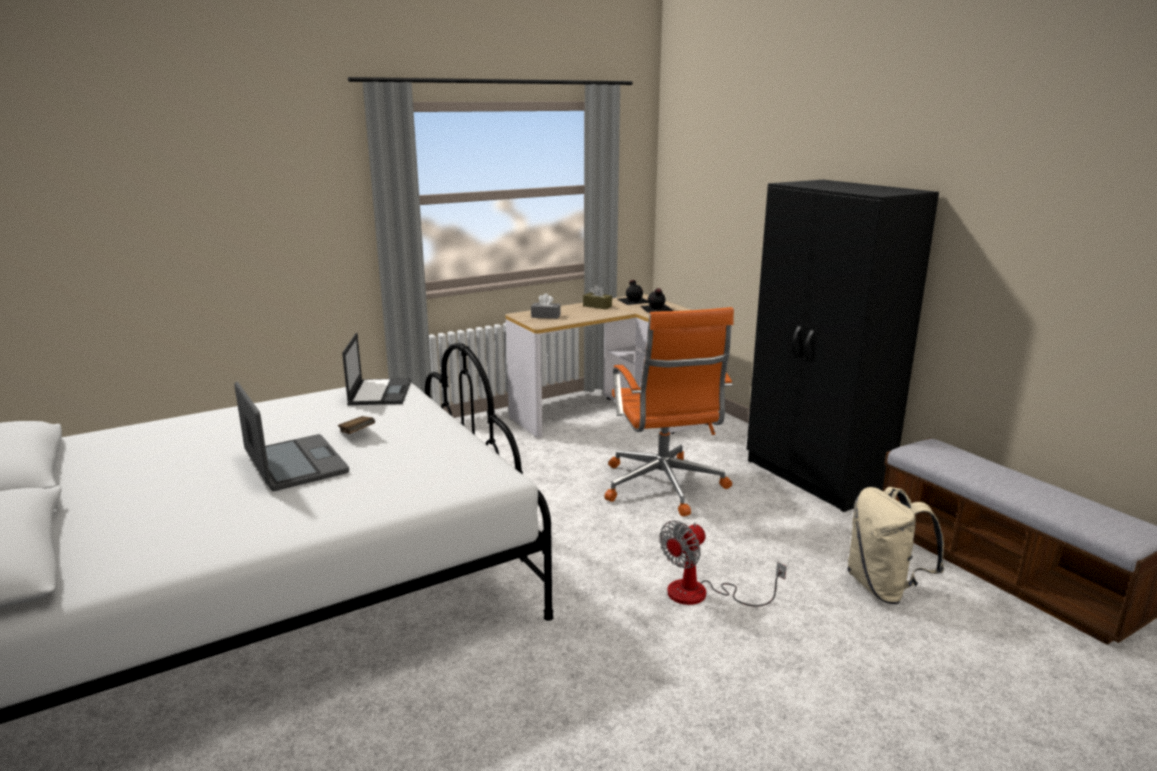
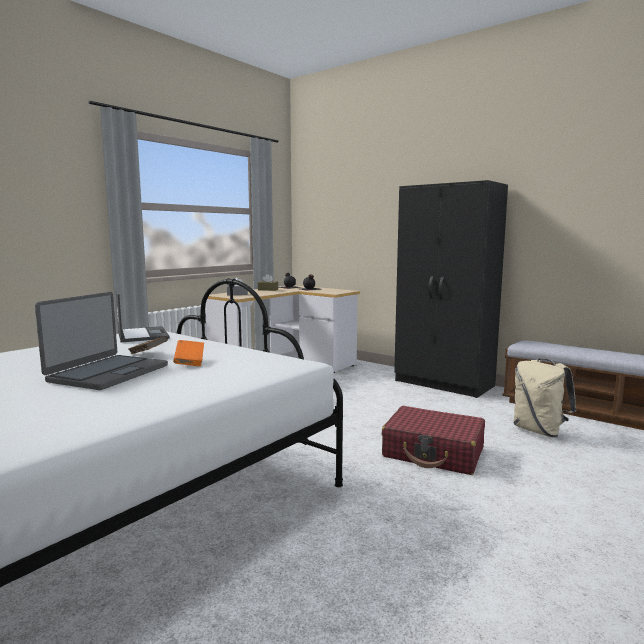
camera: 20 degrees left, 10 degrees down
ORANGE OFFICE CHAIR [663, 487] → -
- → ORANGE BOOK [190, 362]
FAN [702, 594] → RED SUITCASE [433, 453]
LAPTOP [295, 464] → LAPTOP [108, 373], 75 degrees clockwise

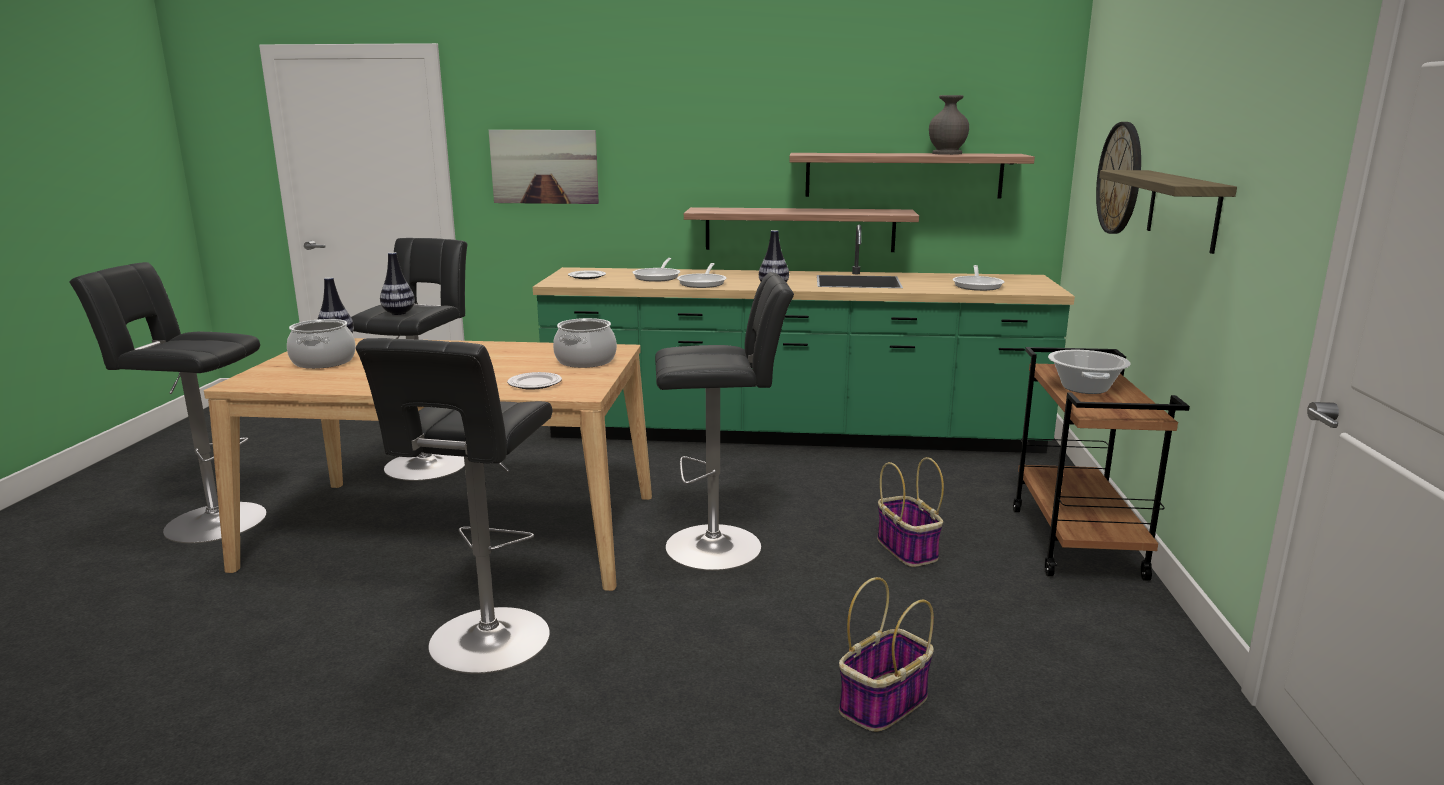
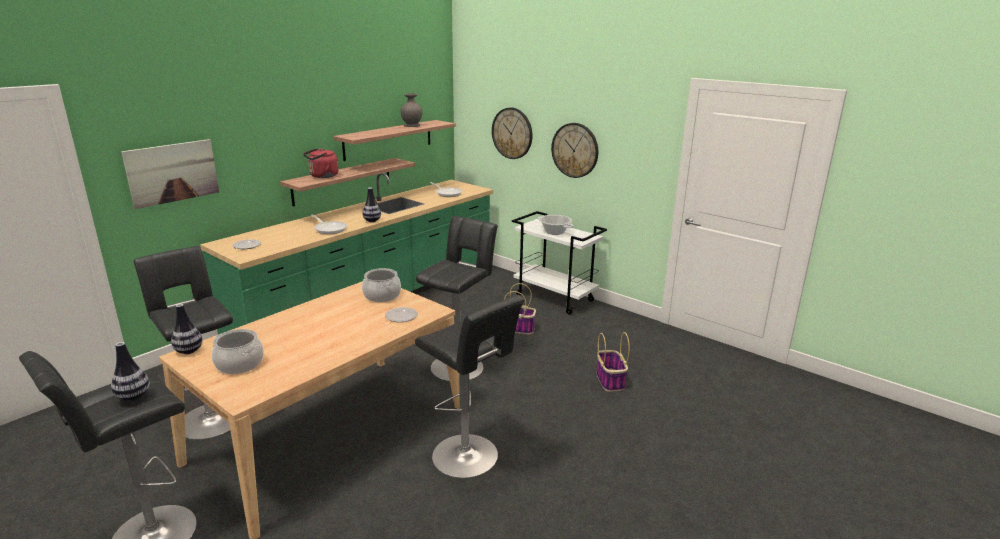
camera: 55 degrees left, 5 degrees up
FRYING PAN [658, 277] → -
- → RED KETTLE [322, 176]
VASE [398, 313] → VASE [133, 397], relocated
SHELF [1183, 209] → WALL CLOCK [575, 150]
BROWN CART [1077, 544] → WHITE CART [555, 298]

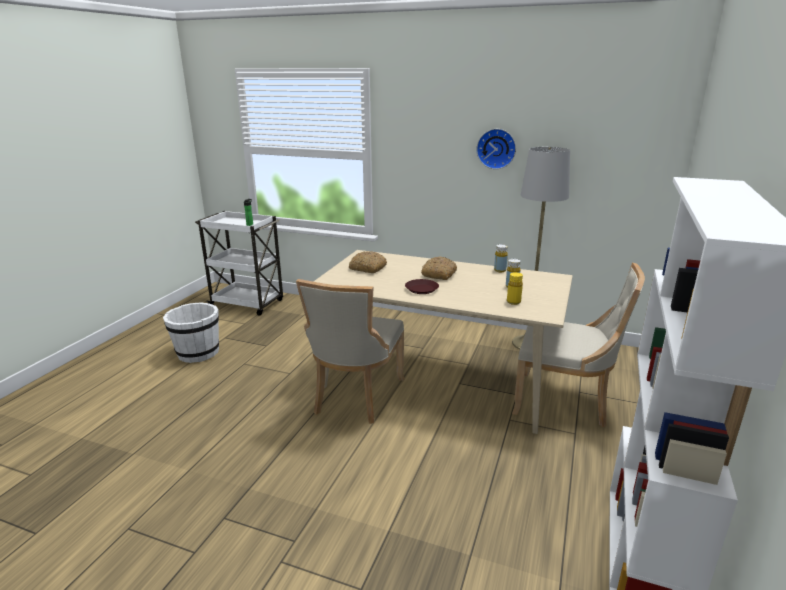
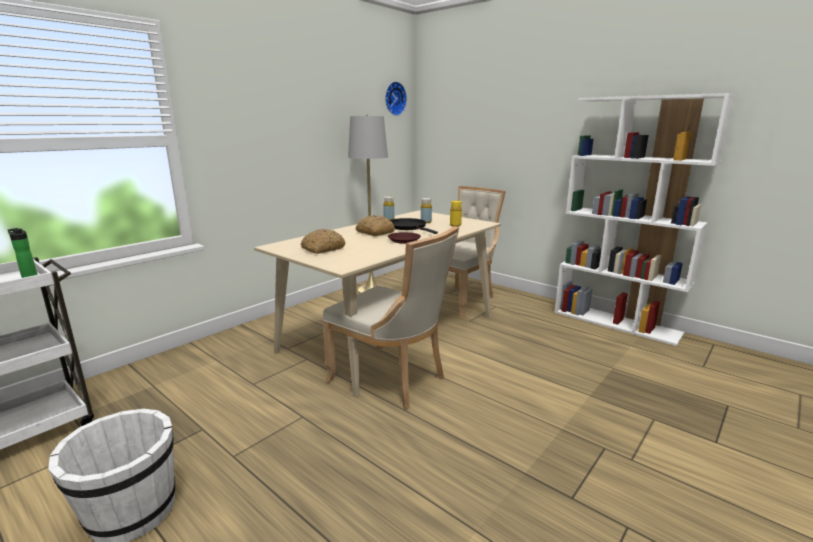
camera: 70 degrees left, 5 degrees down
- → BLACK FRYING PAN [408, 227]
WALL CLOCK [496, 148] → WALL CLOCK [394, 98], relocated

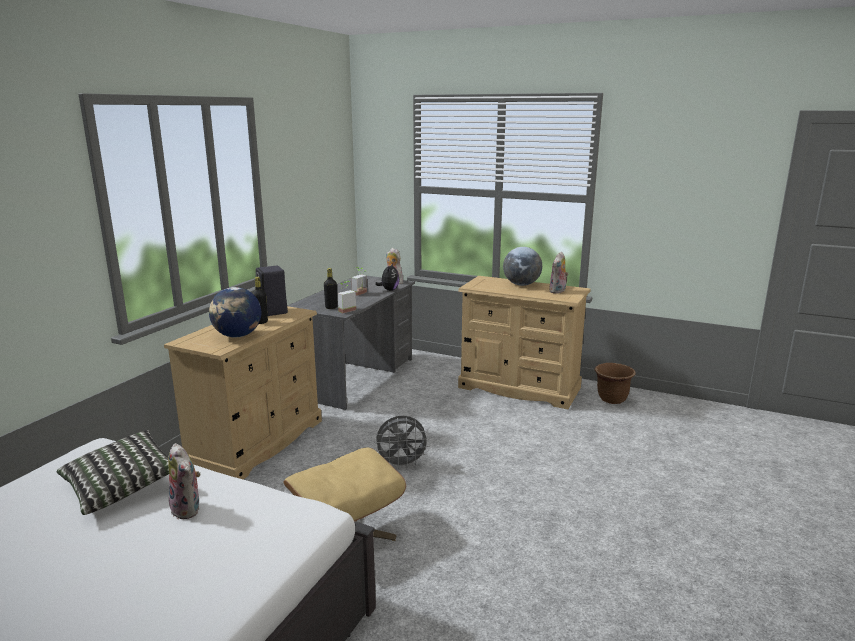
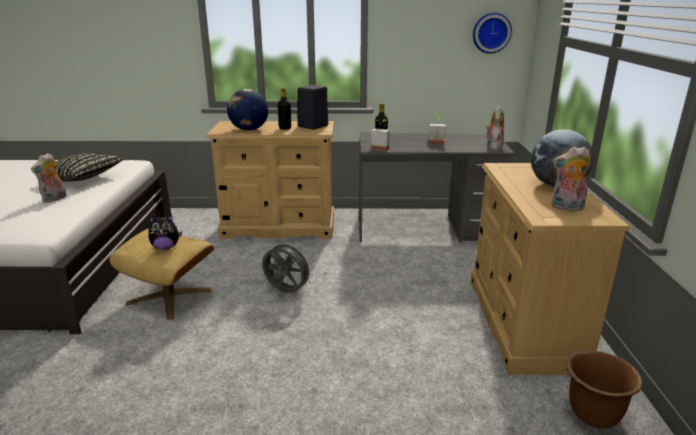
camera: 65 degrees right, 5 degrees up
- → WALL CLOCK [491, 33]
PLUSH TOY [389, 290] → PLUSH TOY [166, 247], relocated
GREY FAN [402, 464] → GREY FAN [286, 292], 150 degrees clockwise

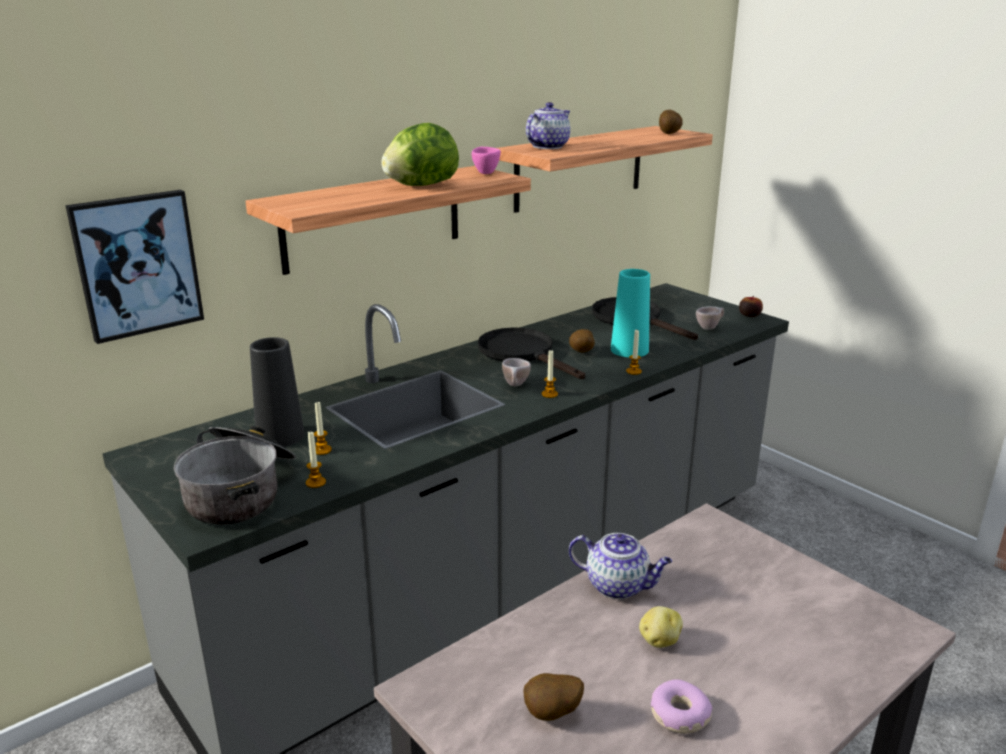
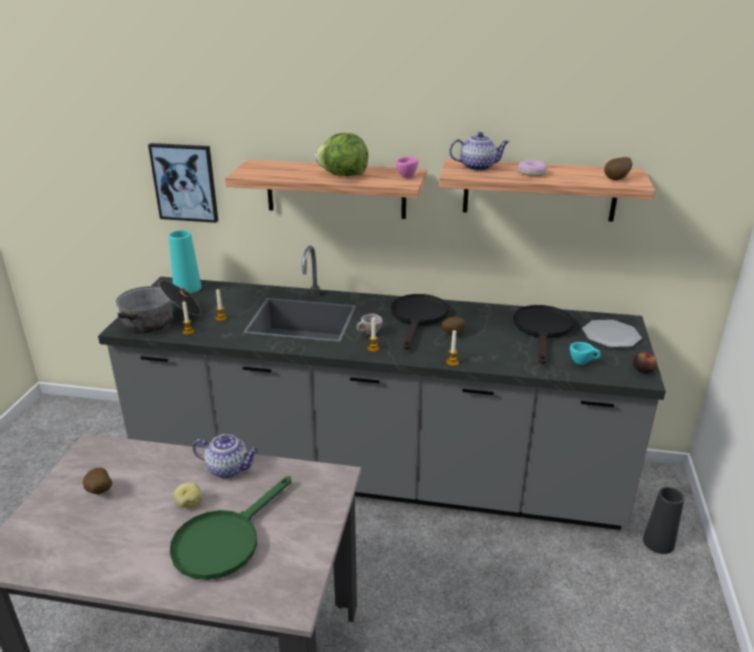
camera: 50 degrees right, 5 degrees up
- → GREEN FRYING PAN [224, 540]
- → PLATE [610, 335]
BLACK VASE [280, 436] → BLACK VASE [658, 542], relocated
TURQUOISE VASE [629, 350] → TURQUOISE VASE [187, 288], relocated
DONUT [679, 715] → DONUT [531, 173], relocated
BEIGE CUP [709, 327] → TURQUOISE CUP [583, 362]
TEAPOT [618, 586] → TEAPOT [229, 469], 60 degrees counterclockwise

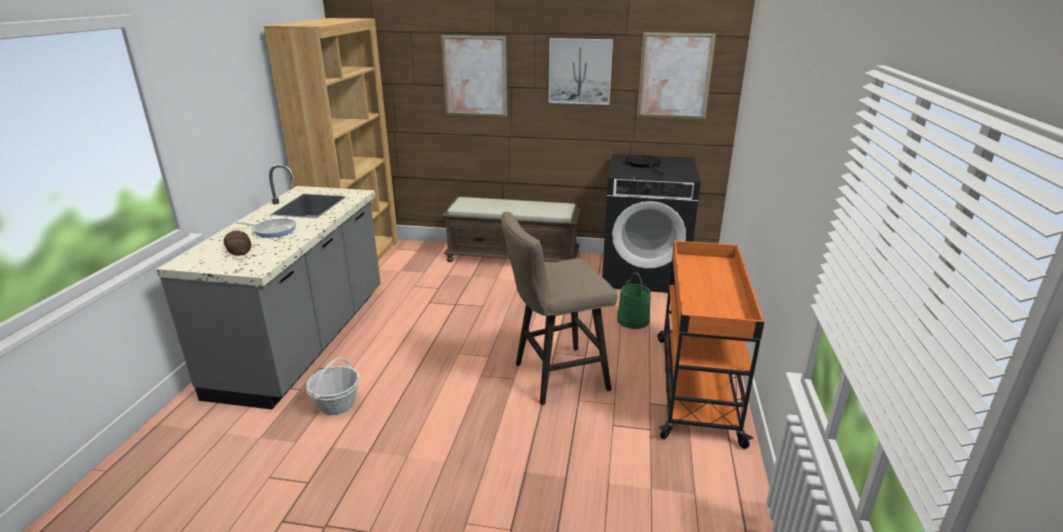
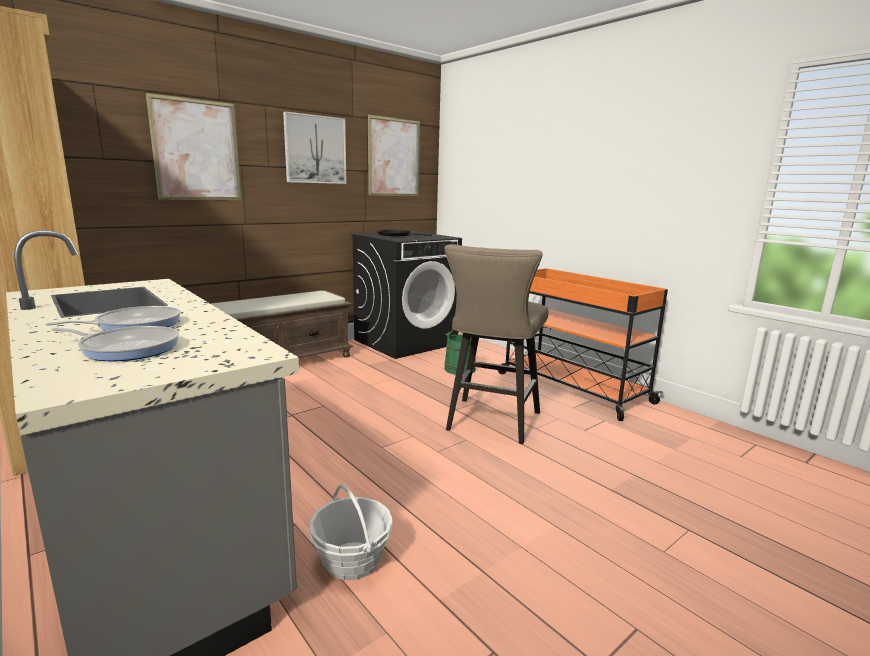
camera: 50 degrees left, 10 degrees down
BREAD [238, 246] → FRYING PAN [127, 348]

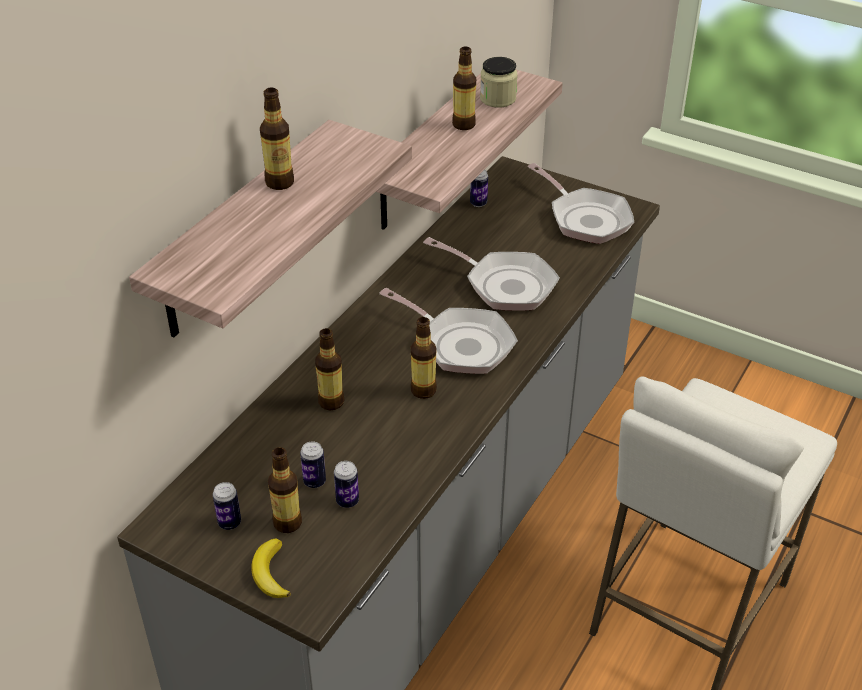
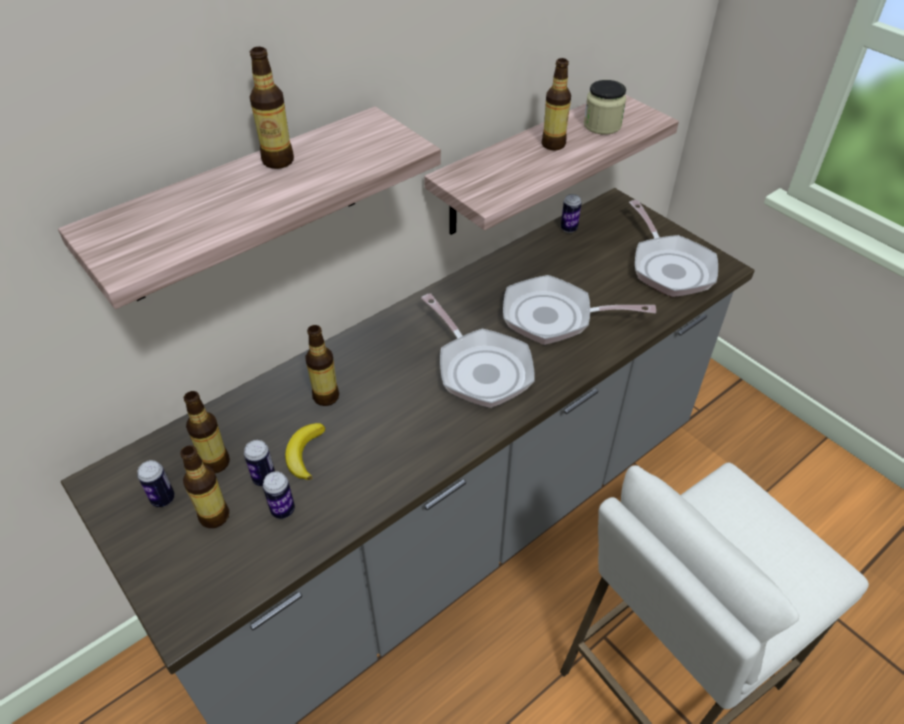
camera: 20 degrees right, 5 degrees up
BANANA [270, 573] → BANANA [304, 453], relocated
BOTTLE [423, 390] → BOTTLE [215, 462], relocated
FRYING PAN [504, 285] → FRYING PAN [554, 317], 135 degrees clockwise

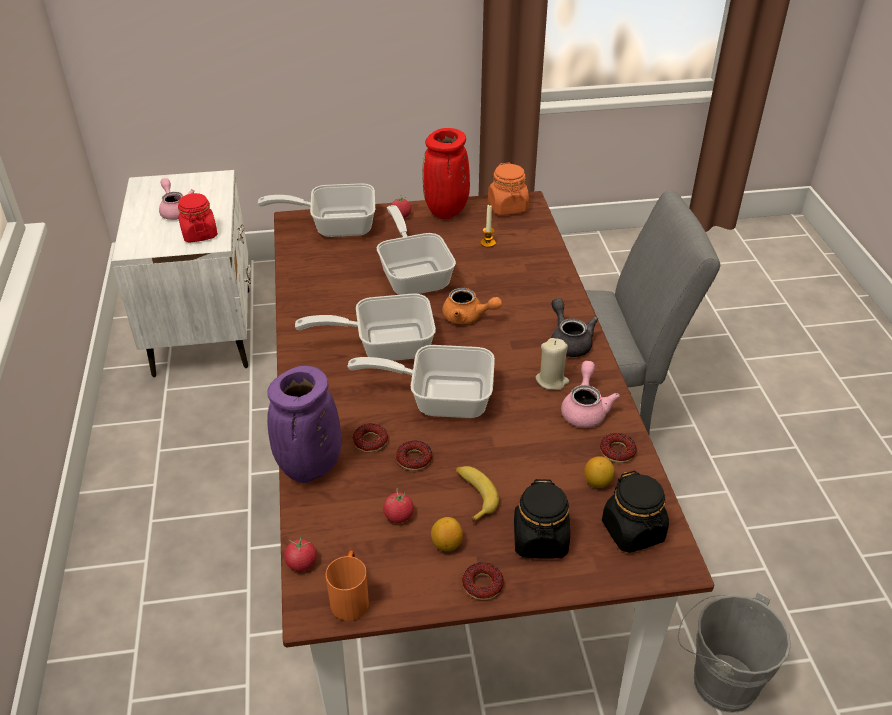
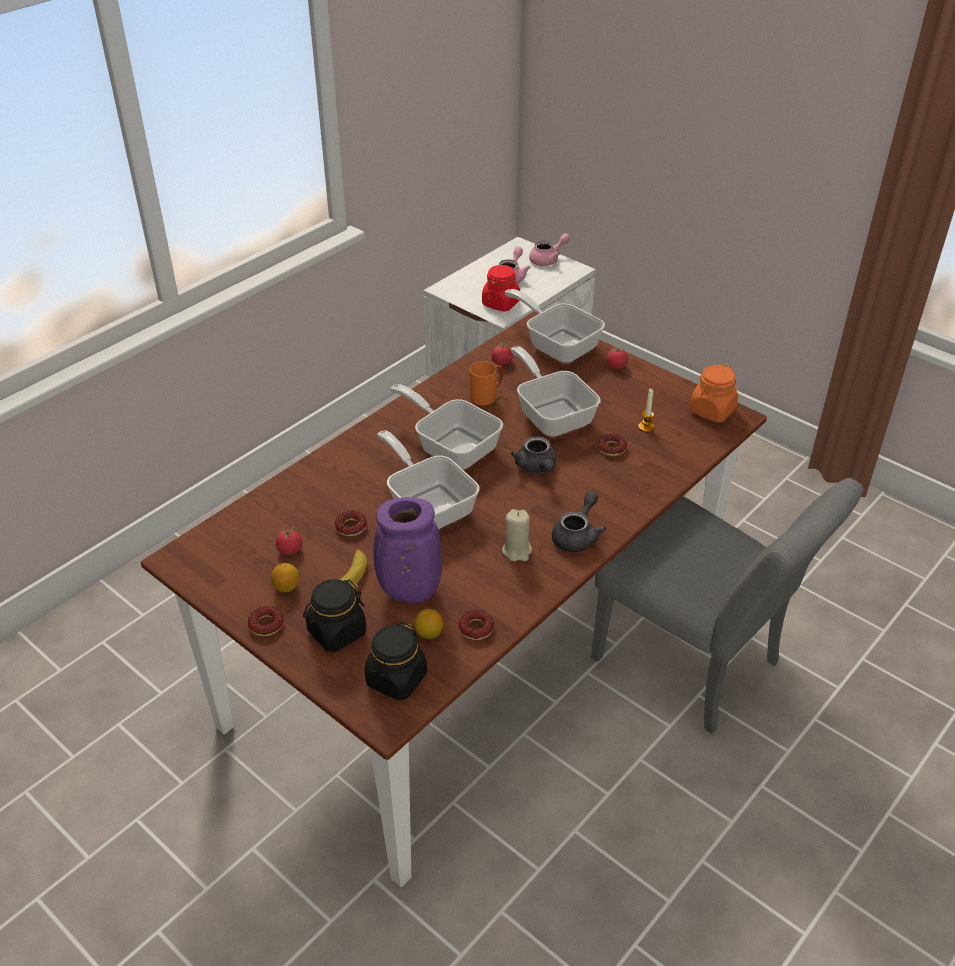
camera: 50 degrees right, 0 degrees up
RED VASE [446, 212] → -
GREY BUCKET [717, 679] → -
PURPLE VASE [310, 469] → PURPLE VASE [408, 592], relocated
TOMATO [301, 563] → TOMATO [502, 362], relocated
ORANGE MUG [350, 597] → ORANGE MUG [487, 396], relocated
DONUT [370, 441] → DONUT [611, 448], relocated
PINK TEAPOT [585, 409] → PINK TEAPOT [548, 260], relocated
ORANGE TEAPOT [468, 317] → GREY TEAPOT [537, 468]
FRYING PAN [414, 275] → FRYING PAN [552, 414], 60 degrees counterclockwise

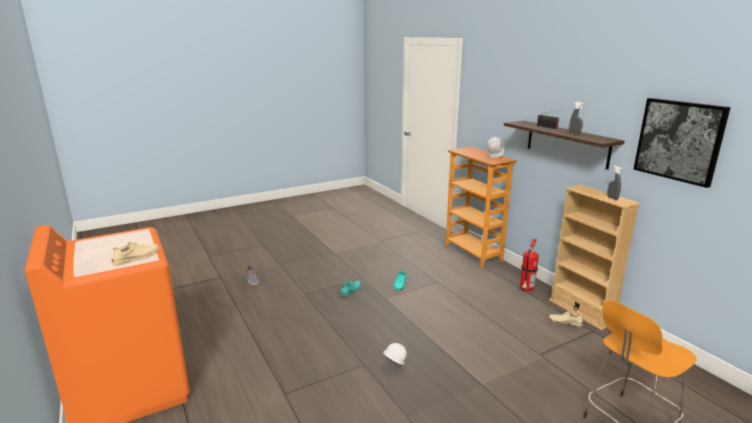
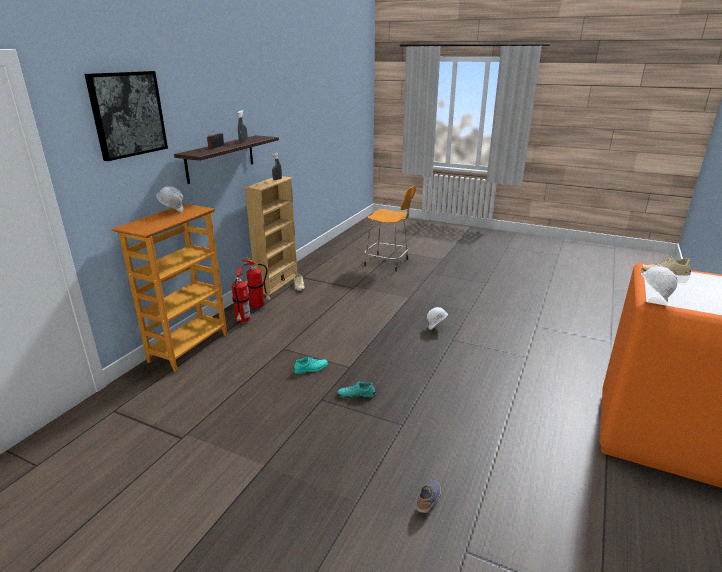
camera: 125 degrees left, 5 degrees up
- → FIRE EXTINGUISHER [242, 321]
- → WHITE HARD HAT [651, 300]
PICTURE [679, 140] → PICTURE [128, 114], relocated

